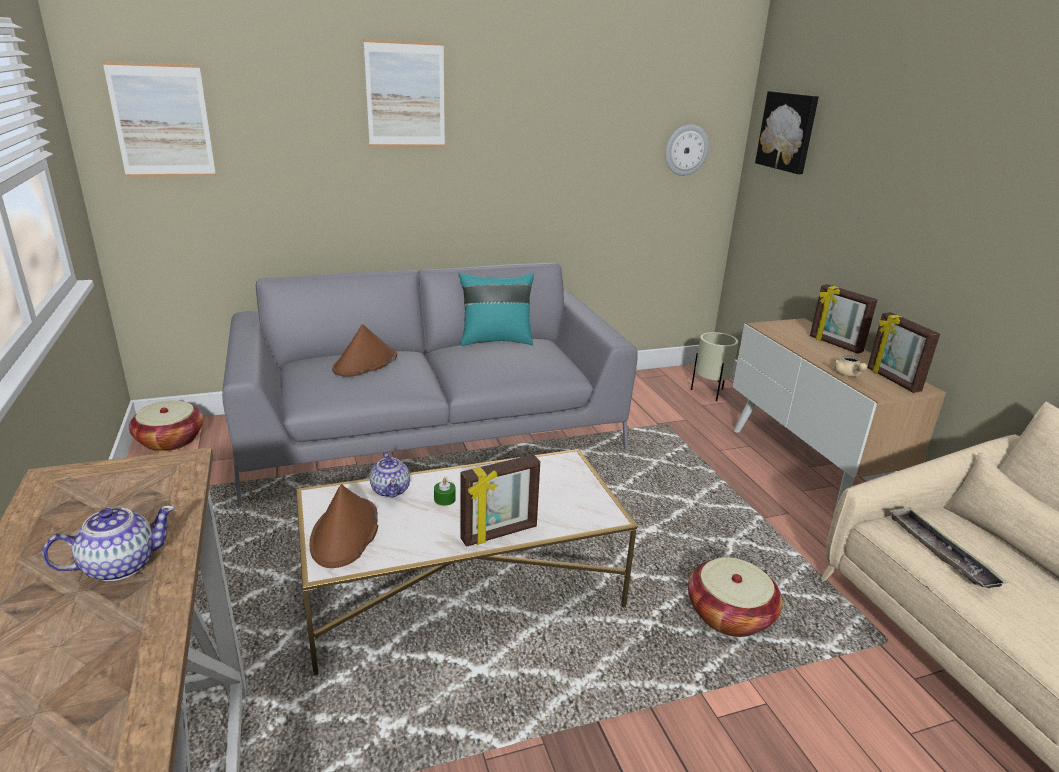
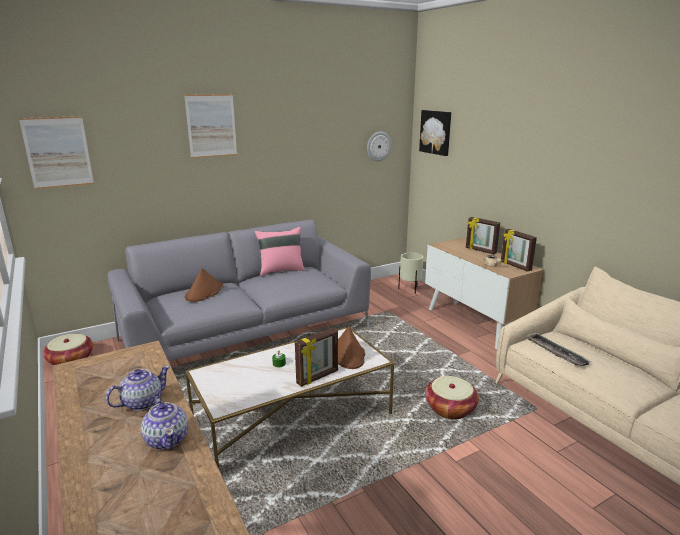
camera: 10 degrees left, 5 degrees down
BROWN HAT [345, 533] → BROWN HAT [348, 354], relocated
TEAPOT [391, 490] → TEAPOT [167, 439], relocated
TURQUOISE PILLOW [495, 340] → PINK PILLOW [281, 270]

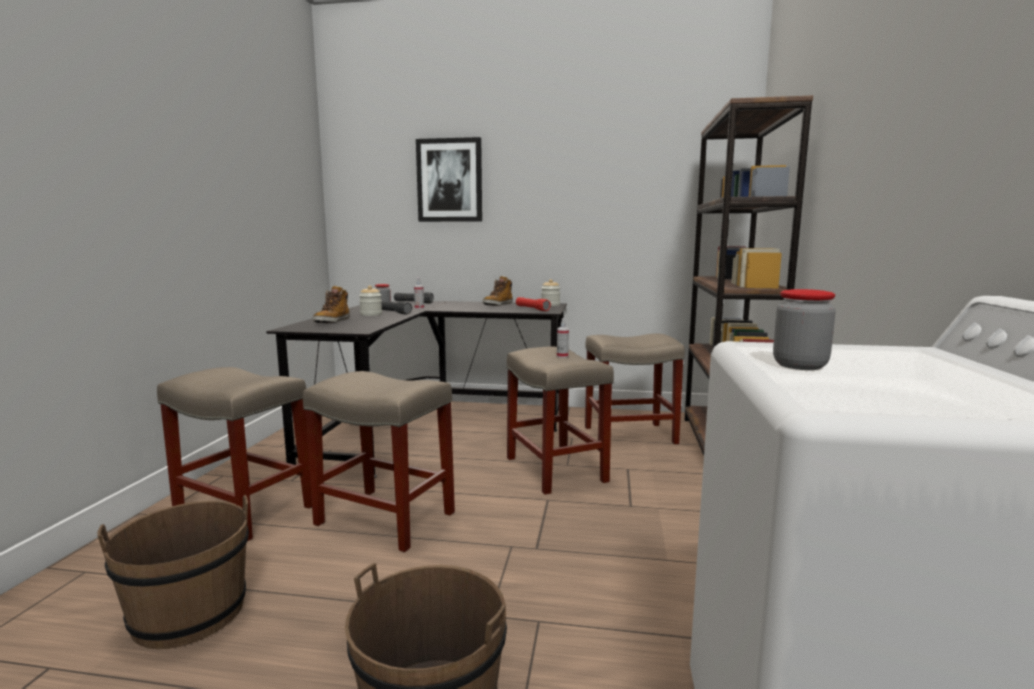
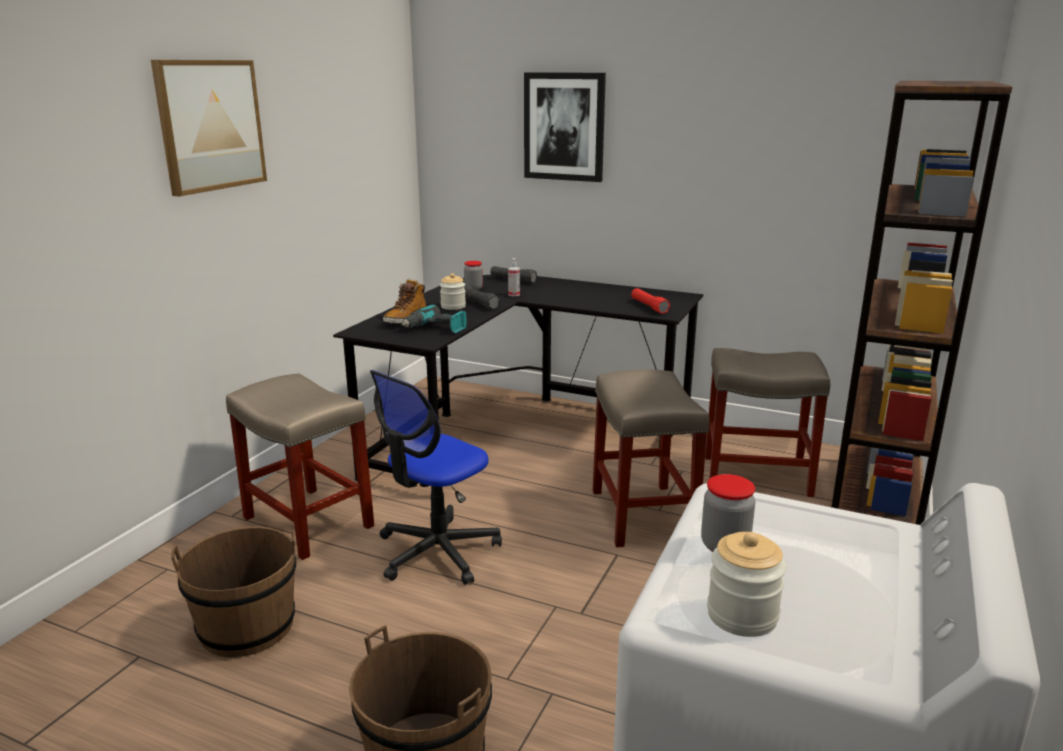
camera: 15 degrees right, 10 degrees up
BOOT [498, 305] → -
SPRAY BOTTLE [562, 356] → -
- → PICTURE [210, 125]
- → POWER DRILL [435, 329]
JAR [550, 305] → JAR [742, 615], relocated
BEIGE STOOL [383, 518] → OFFICE CHAIR [437, 552]

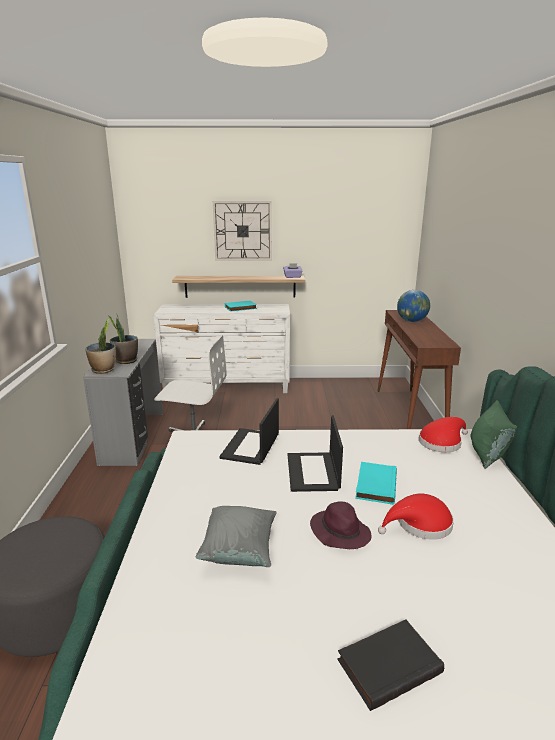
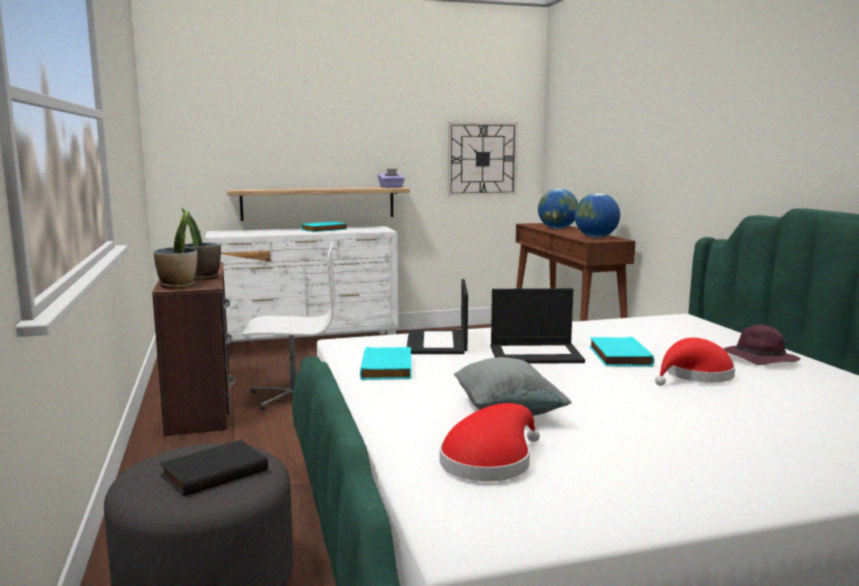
camera: 15 degrees left, 10 degrees down
GREEN PILLOW [487, 454] → -
- → TURQUOISE BOOK [389, 368]
- → GLOBE [595, 237]
WALL CLOCK [242, 231] → WALL CLOCK [482, 159], relocated
PURPLE HAT [339, 532] → PURPLE HAT [758, 359], relocated
BLACK BOOK [388, 664] → BLACK BOOK [214, 471], relocated
RED HAT [442, 442] → RED HAT [489, 461], relocated
GREY DESK [134, 437] → BROWN DESK [202, 403]
LAPTOP [313, 472] → LAPTOP [536, 354], 75 degrees counterclockwise

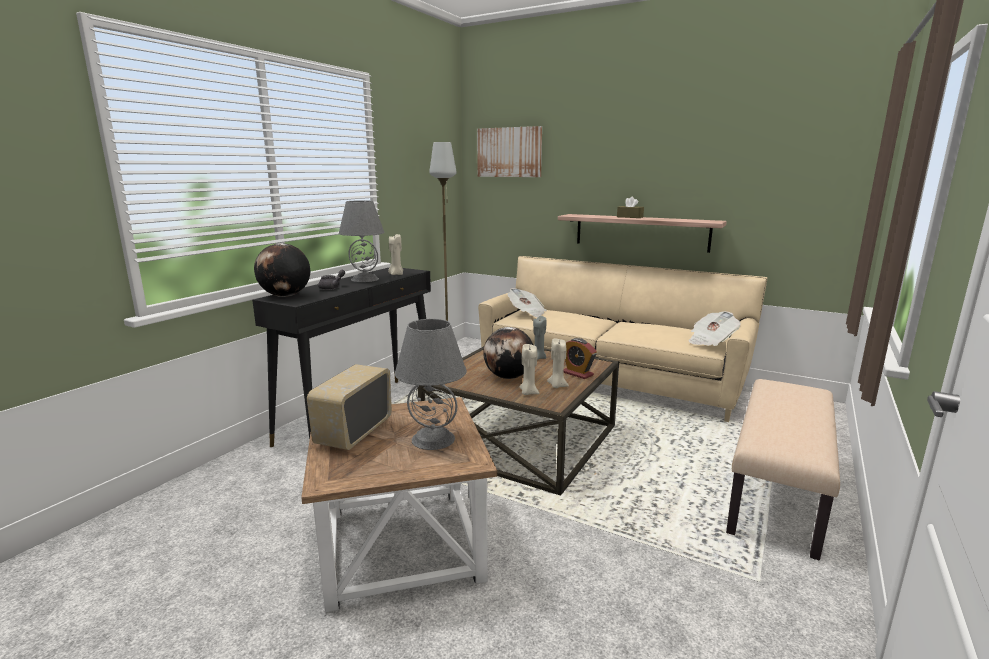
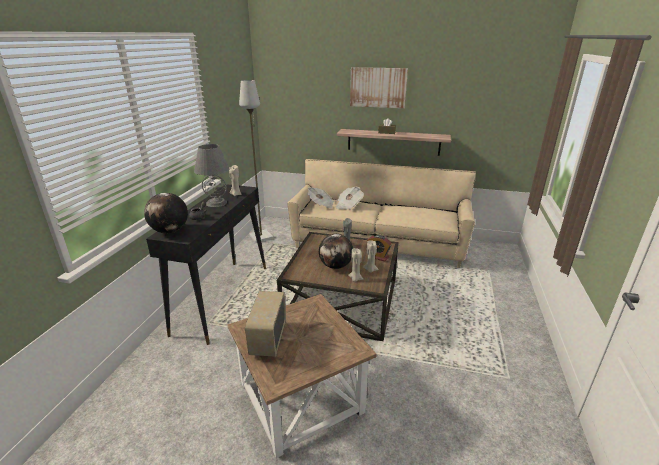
camera: 15 degrees left, 10 degrees up
GREY TABLE LAMP [432, 439] → -
BEIGE BENCH [778, 493] → -
PICTURE [509, 152] → PICTURE [378, 87], relocated
NEWSPAPER [710, 341] → NEWSPAPER [348, 205], relocated

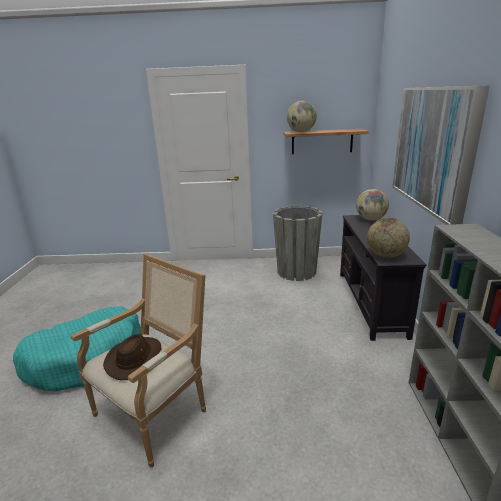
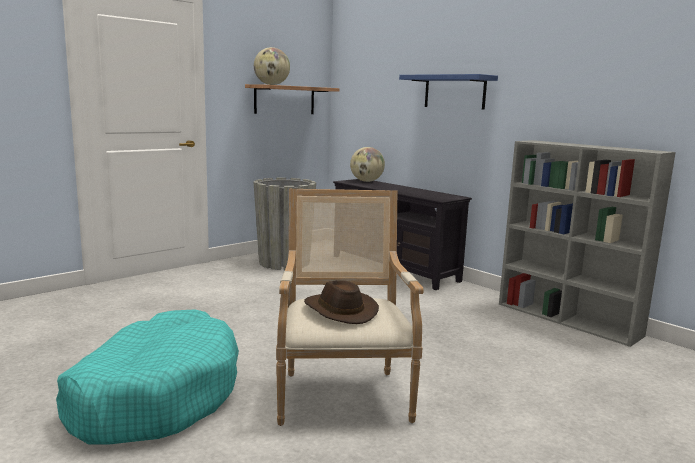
camera: 45 degrees left, 10 degrees down
GLOBE [385, 255] → -
PICTURE [433, 148] → BLUE SHELF [454, 92]

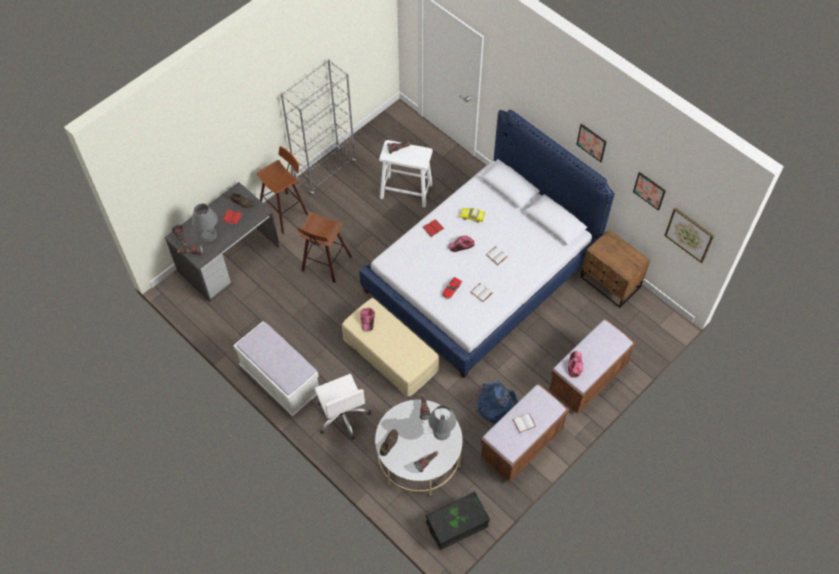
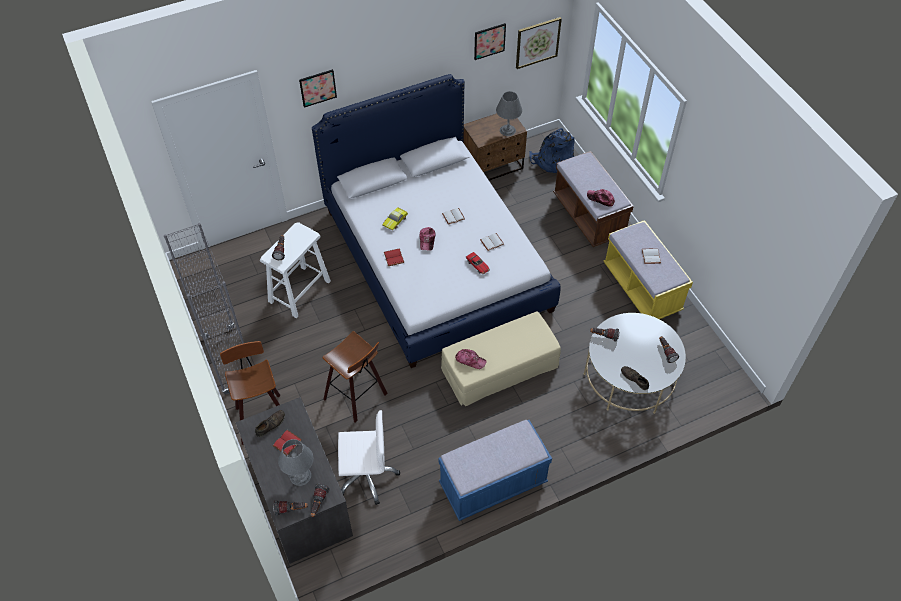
camera: 70 degrees left, 5 degrees down
BLACK STORAGE BOX [457, 525] → -
WHITE OFFICE CHAIR [343, 416] → WHITE OFFICE CHAIR [366, 475], relocated
GREY TABLE LAMP [441, 432] → GREY TABLE LAMP [507, 130], relocated
BLUE BACKPACK [495, 404] → BLUE BACKPACK [552, 161], relocated
PICTURE [591, 142] → PICTURE [318, 88], relocated
WHITE BENCH [280, 380] → BLUE BENCH [493, 484]
BROWN BENCH [521, 444] → YELLOW BENCH [641, 288]

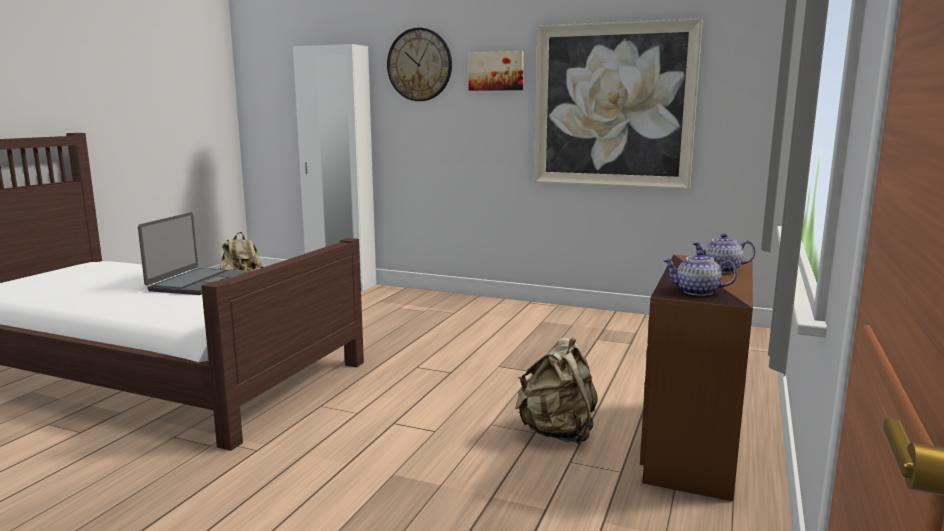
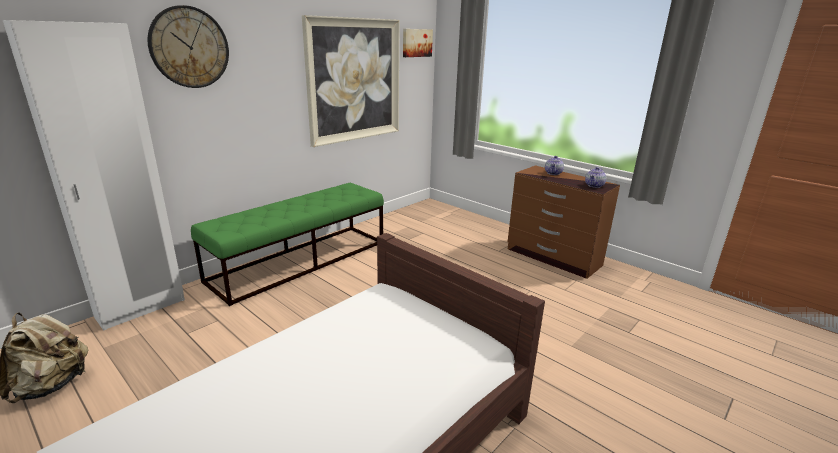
camera: 70 degrees left, 10 degrees up
LAPTOP [197, 283] → -
BEIGE BACKPACK [557, 433] → -
- → GREEN BENCH [301, 260]
PICTURE [496, 71] → PICTURE [416, 43], relocated

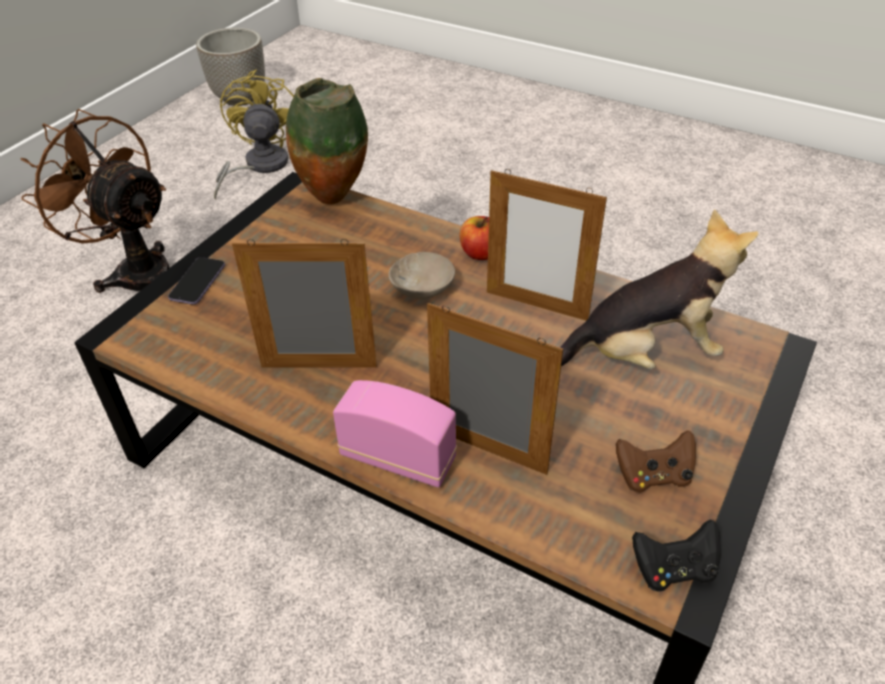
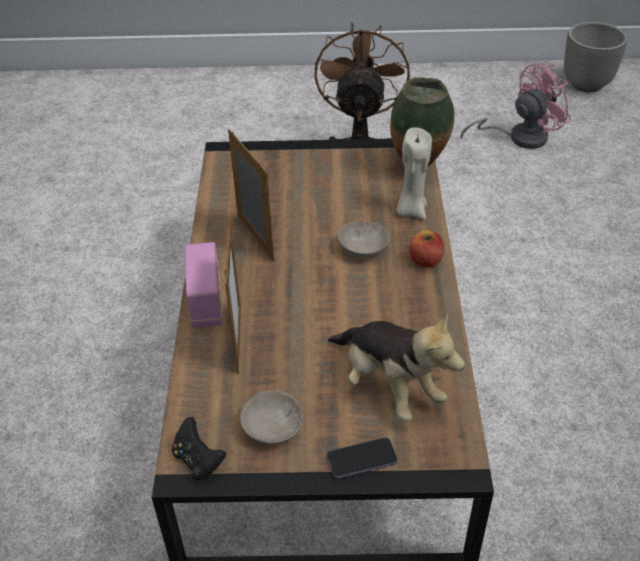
camera: 60 degrees right, 0 degrees up
PICTURE FRAME [536, 305] → -
- → BEIGE CANDLE [411, 210]
PHONE [198, 282] → PHONE [362, 459], relocated
BROWN GAME CONTROLLER [653, 476] → BEIGE BOWL [270, 427]
YELLOW FAN [259, 166] → PINK FAN [519, 137]

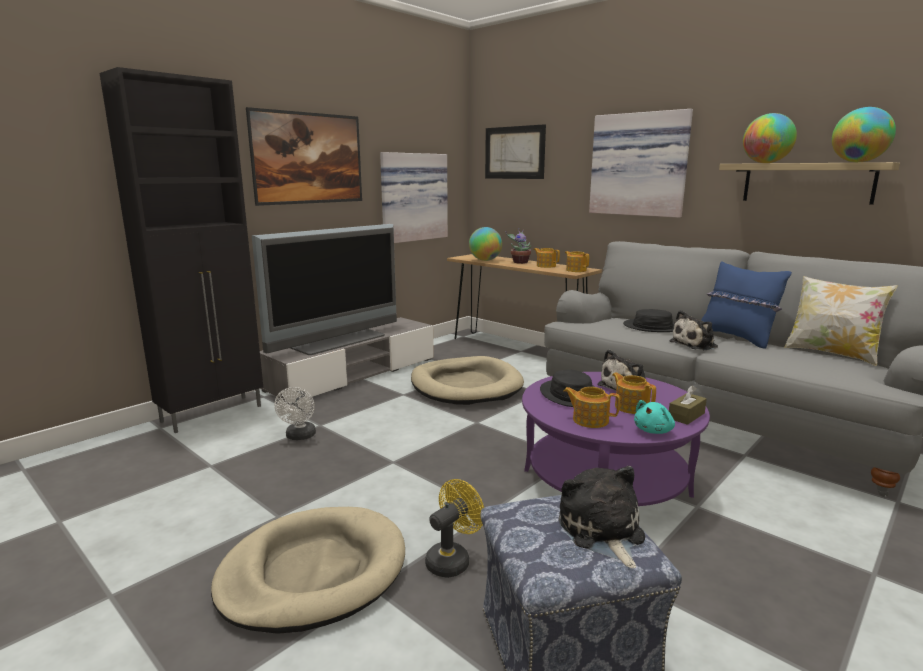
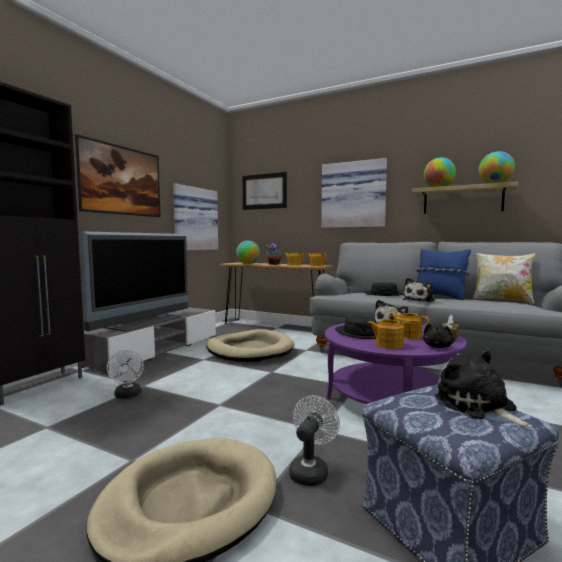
camera: 15 degrees left, 10 degrees down
YELLOW FAN [452, 559] → WHITE FAN [311, 470]
TURQUOISE PLUSH TOY [654, 431] → BLACK PLUSH TOY [438, 347]

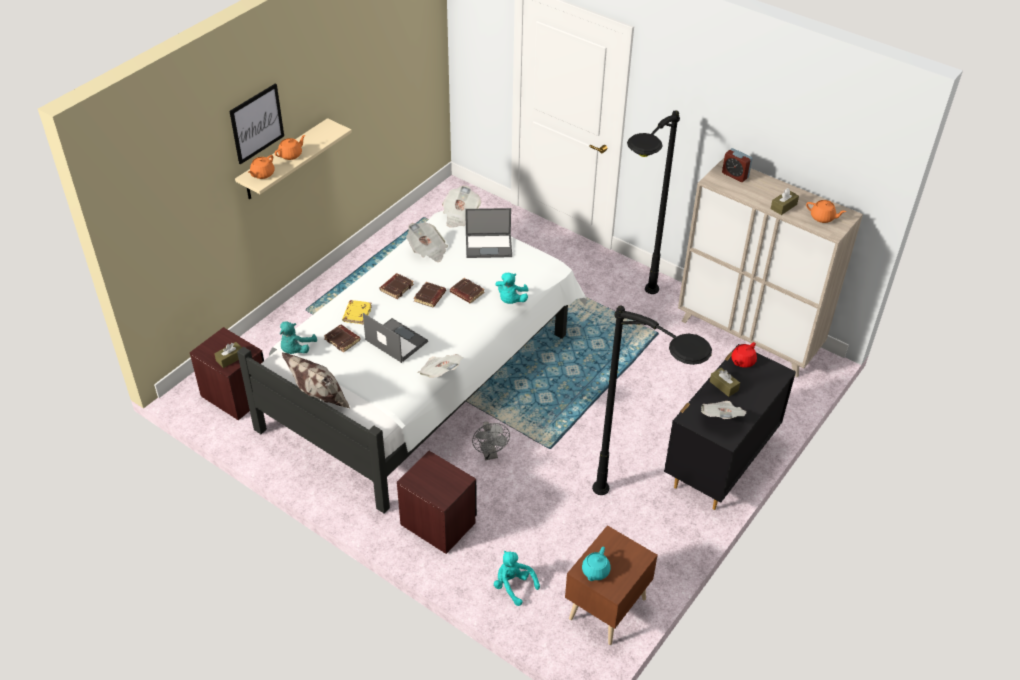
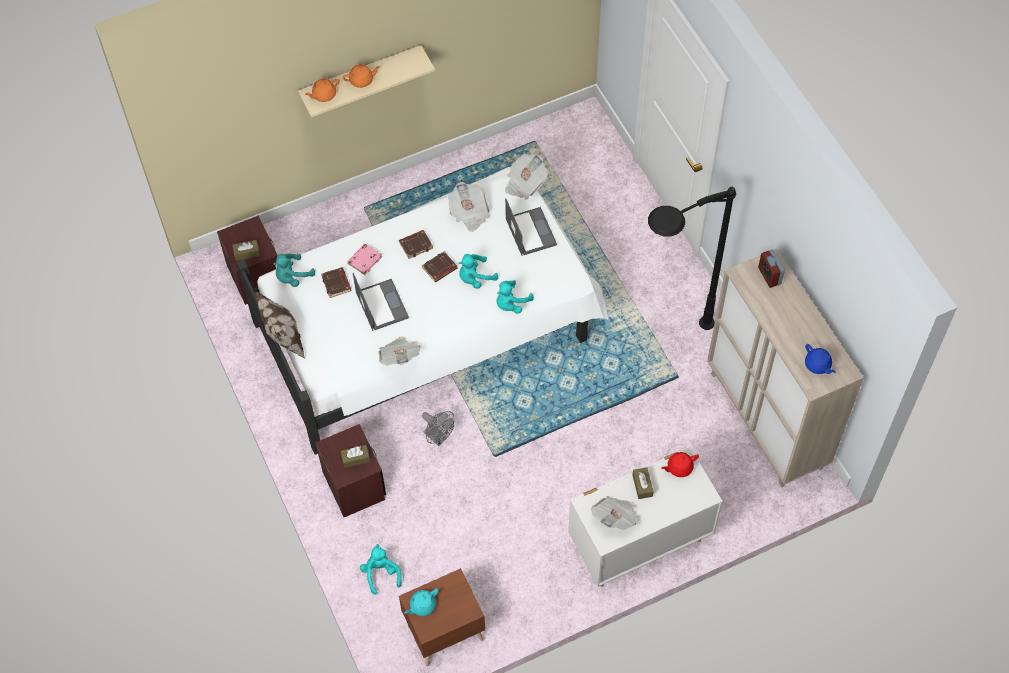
camera: 30 degrees right, 15 degrees up
PICTURE [257, 123] → -
BLACK FLOOR LAMP [641, 520] → -
BROWN TISSUE BOX [783, 206] → BROWN TISSUE BOX [356, 458], relocated
BROWN BOOK [466, 293] → TURQUOISE PLUSH TOY [475, 278]
YELLOW BOOK [357, 314] → PINK BOOK [364, 260]
BLACK DRESSER [719, 464] → WHITE DRESSER [638, 543]
ORANGE TEAPOT [822, 218] → BLUE TEAPOT [817, 365]
LAPTOP [489, 245] → LAPTOP [530, 231], 135 degrees counterclockwise
GREY FAN [490, 454] → GREY FAN [438, 437], 60 degrees counterclockwise

